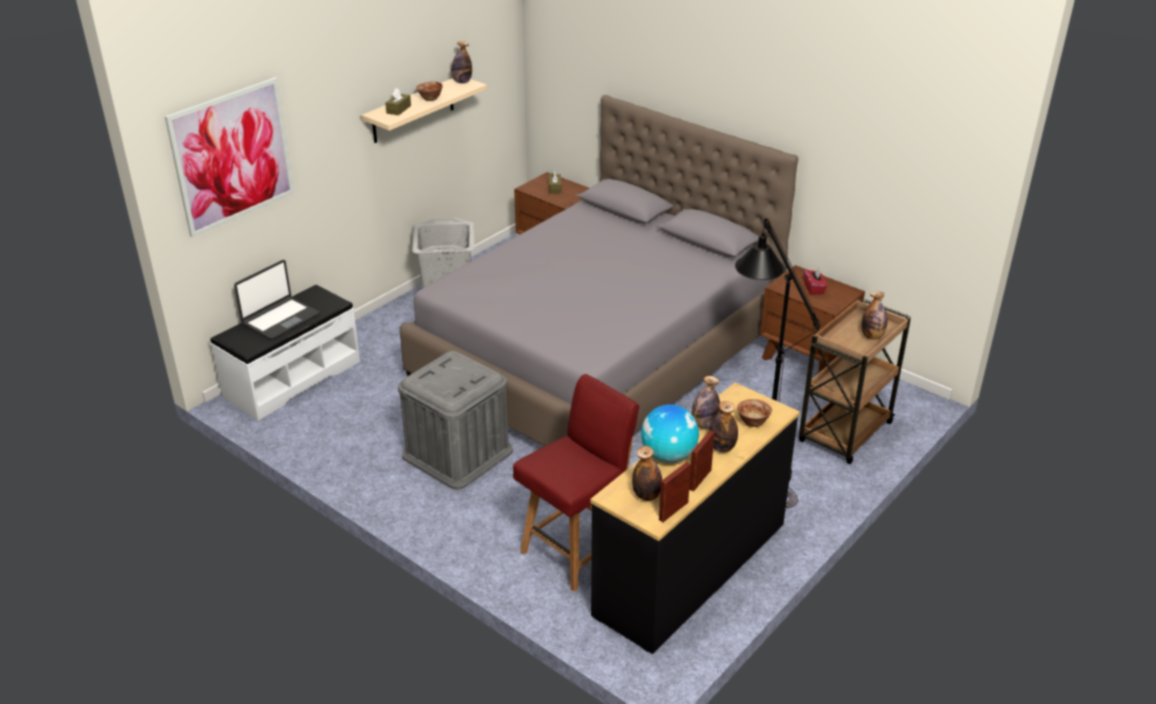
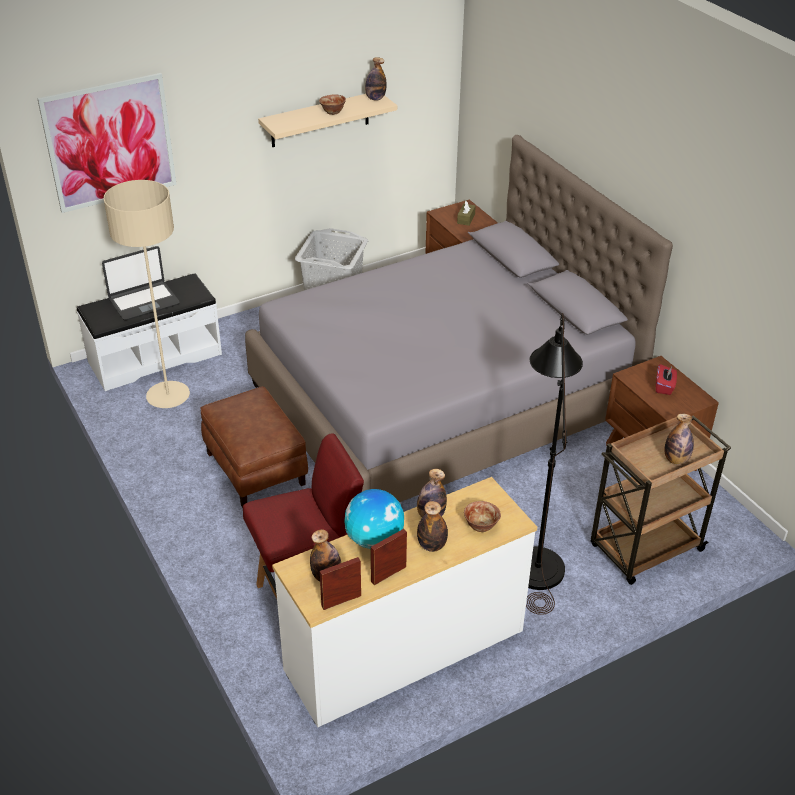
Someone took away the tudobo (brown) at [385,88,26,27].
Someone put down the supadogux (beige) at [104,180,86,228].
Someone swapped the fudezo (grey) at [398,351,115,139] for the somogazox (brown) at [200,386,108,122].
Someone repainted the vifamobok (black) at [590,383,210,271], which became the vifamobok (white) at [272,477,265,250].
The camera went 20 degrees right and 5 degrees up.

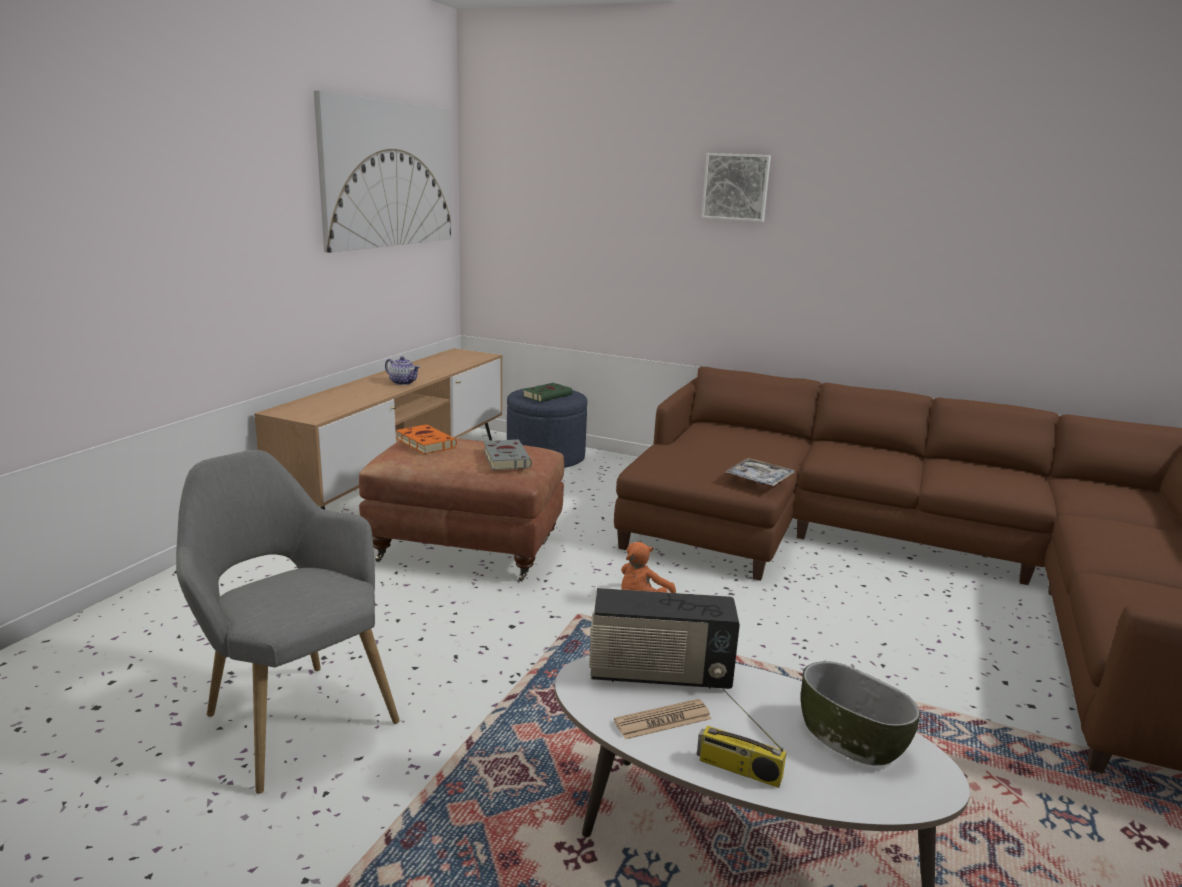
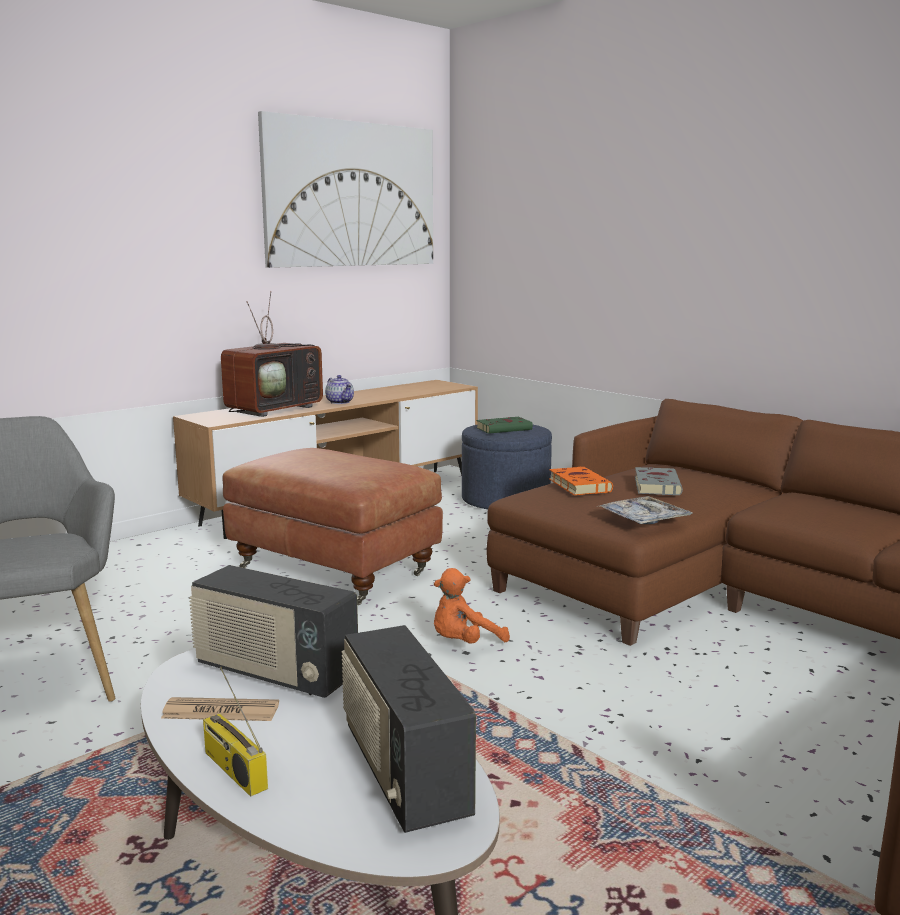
Someone took away the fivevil at [701,153,70,69].
Someone put down the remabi at [221,291,102,126].
Someone carried the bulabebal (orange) from [396,424,61,30] to [549,467,64,28].
Someone carried the bulabebal (grey) from [484,439,48,31] to [635,467,48,29].
Someone swapped the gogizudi at [801,661,119,105] for the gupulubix at [342,625,134,208].
The camera went 25 degrees right and 5 degrees down.

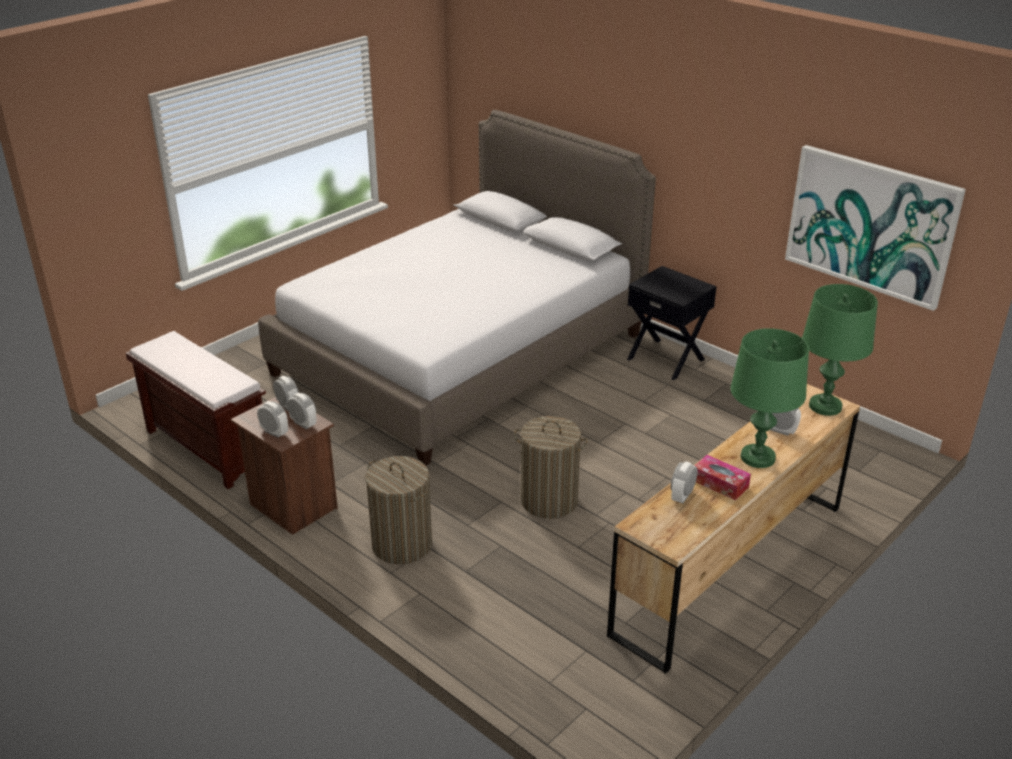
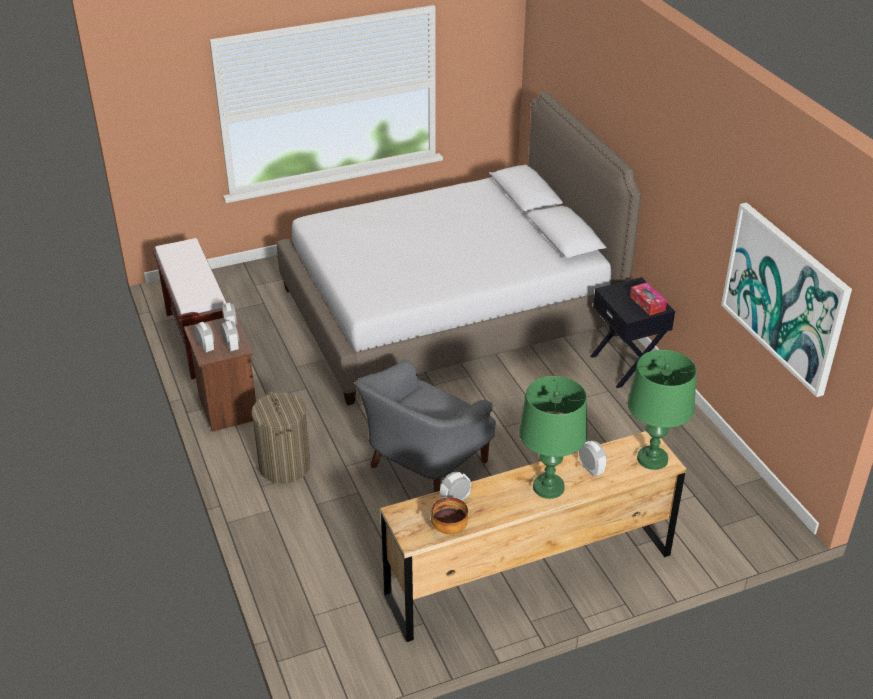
Someone put down the gogizudi at [431,497,37,37].
Someone carried the tudobo from [695,455,56,45] to [630,283,37,32].
Someone swapped the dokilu at [514,416,74,103] for the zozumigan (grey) at [355,359,141,133].
The camera went 25 degrees right and 5 degrees up.

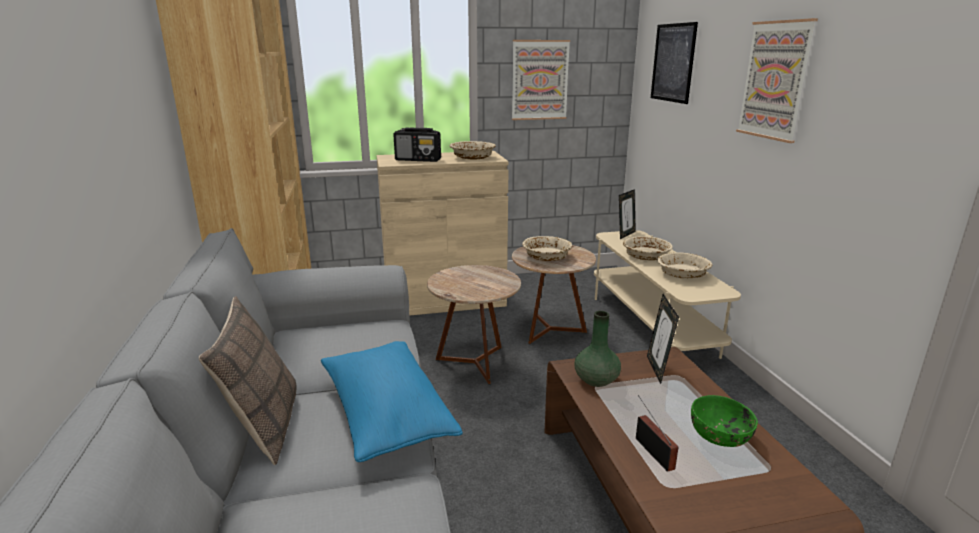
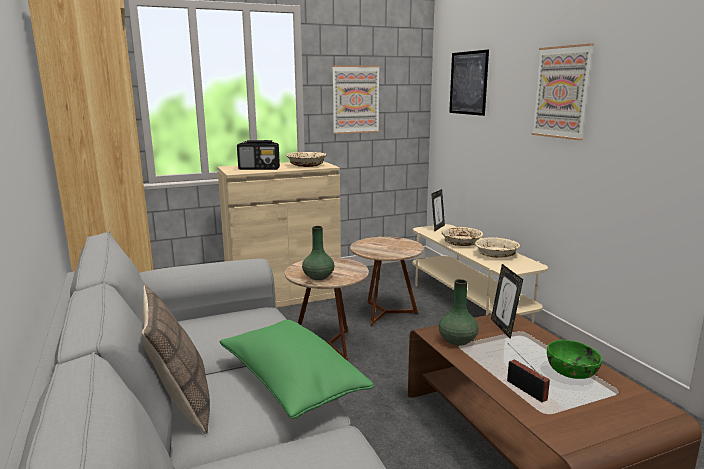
Someone took away the gogizudi (beige) at [522,236,50,25].
Someone put down the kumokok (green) at [302,226,32,54].
Someone repainted the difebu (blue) at [321,341,142,121], which became the difebu (green) at [220,320,154,99].
The camera went 10 degrees left and 5 degrees down.

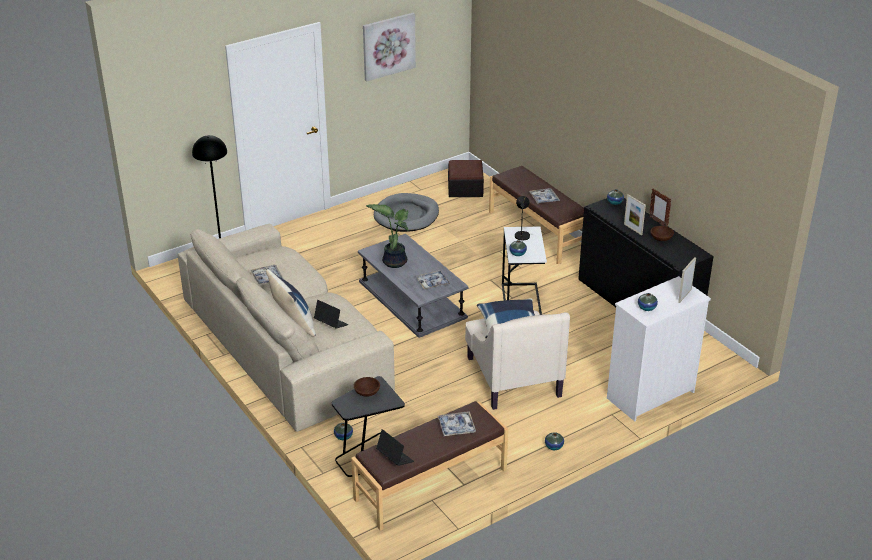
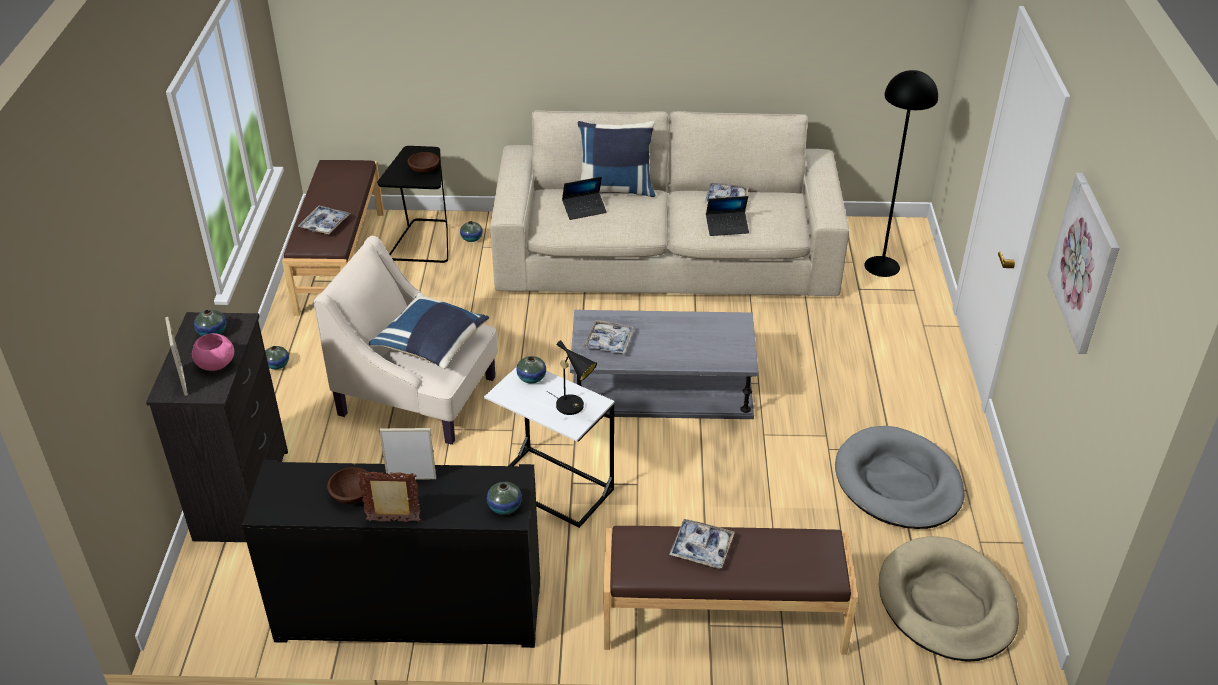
Someone took away the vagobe at [366,204,43,64].
Someone put down the gogizudi (pink) at [192,333,42,38].
Someone carried the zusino from [376,429,38,37] to [706,196,43,40].
Someone swapped the somogazox at [448,160,36,37] for the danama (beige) at [879,536,140,126].
Someone repainted the vifamobok (white) at [607,276,104,146], which became the vifamobok (black) at [146,312,142,230].
The camera went 125 degrees right and 5 degrees up.

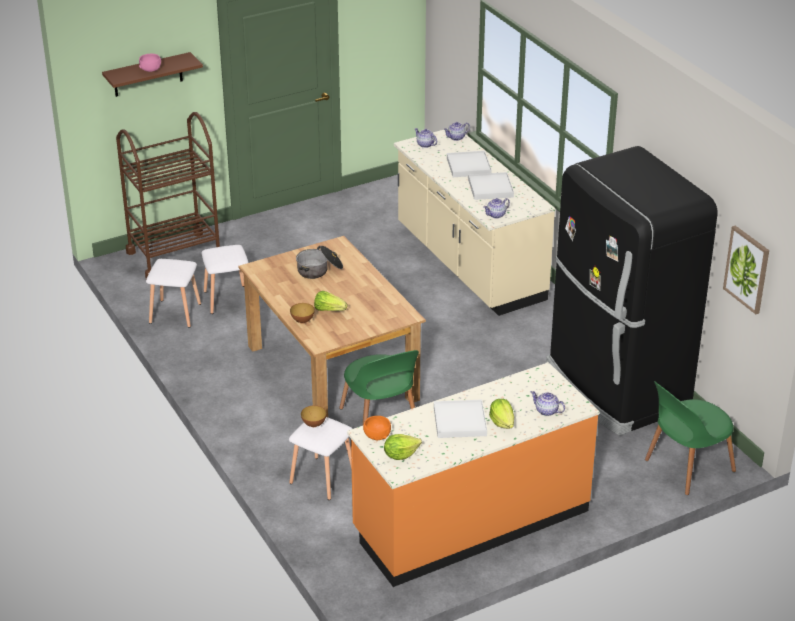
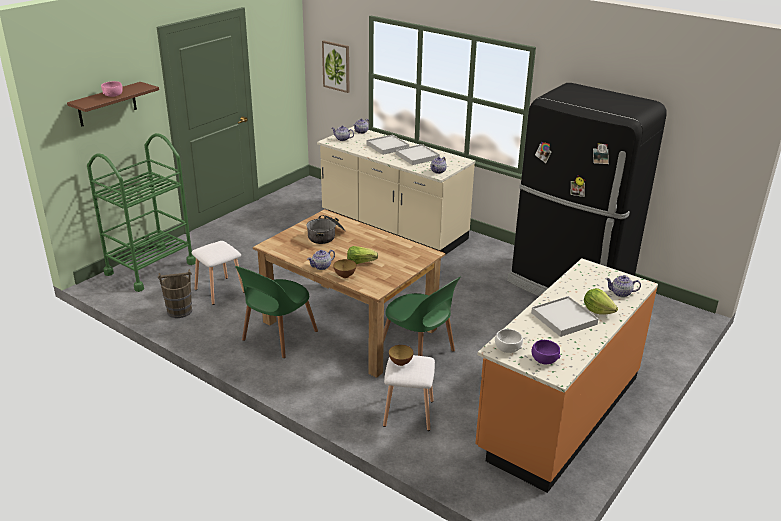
Someone put down the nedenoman at [307,250,28,20].
Someone carried the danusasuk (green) from [645,381,91,114] to [235,266,83,92].
Someone carried the fivevil from [723,226,46,88] to [322,41,27,52].
Someone swapped the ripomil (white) at [146,259,55,69] for the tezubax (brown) at [158,269,34,49].
Someone swapped the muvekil at [384,434,38,26] for the gogizudi (purple) at [531,340,30,24].
Someone repainted the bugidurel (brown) at [116,112,104,167], which became the bugidurel (green) at [87,133,109,159].
Someone repainted the gogizudi (orange) at [363,416,28,24], which became the gogizudi (white) at [495,329,28,24].
The camera went 25 degrees left and 5 degrees down.

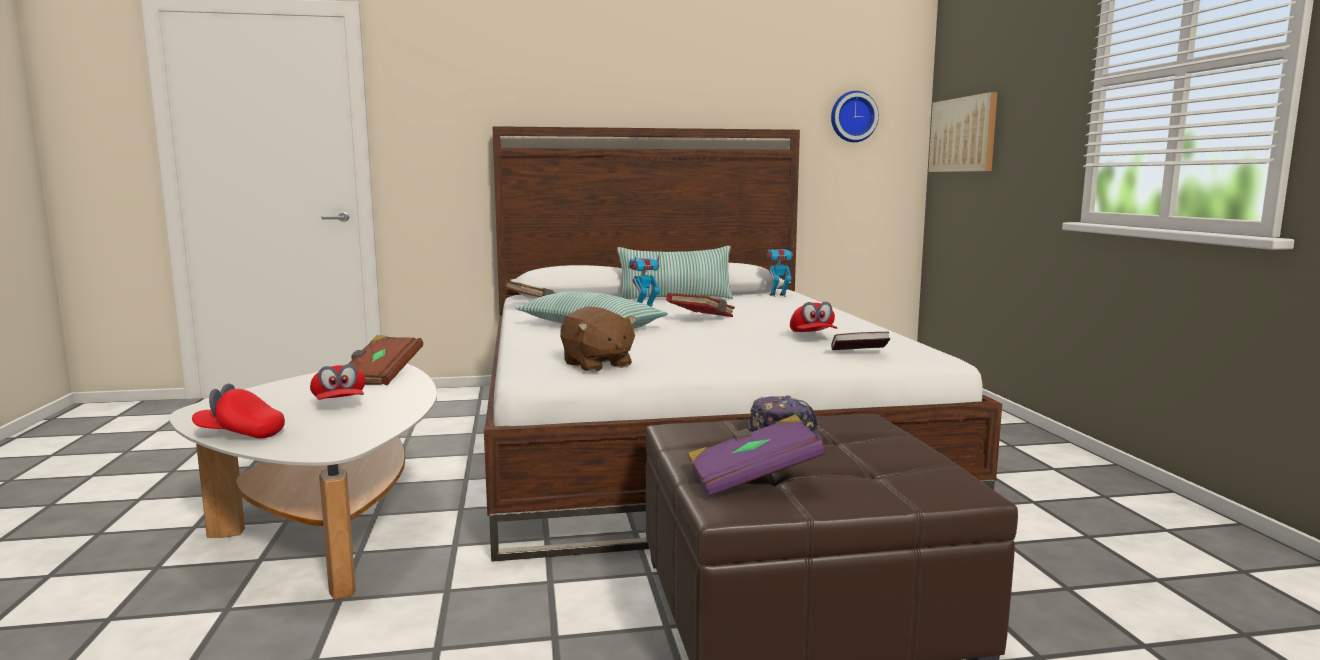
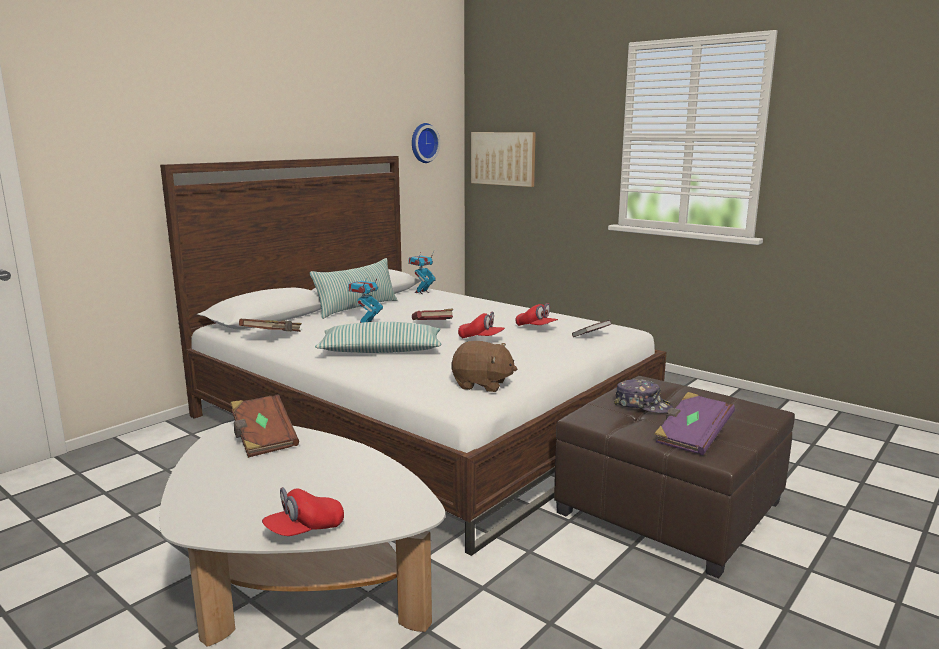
Someone carried the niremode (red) from [310,364,55,36] to [458,311,47,27].
The camera went 40 degrees left and 5 degrees up.

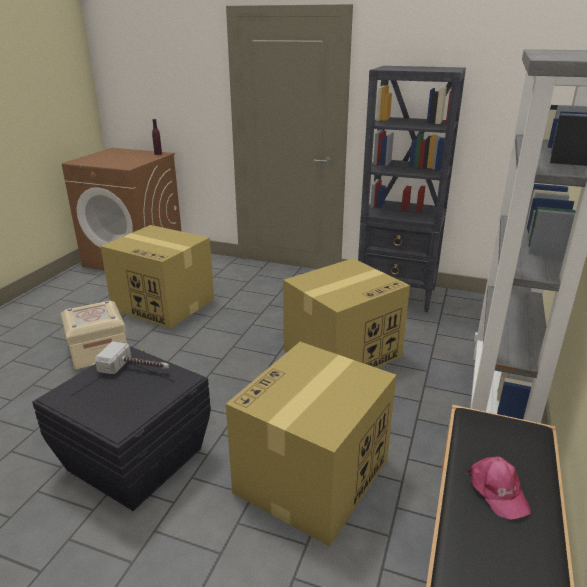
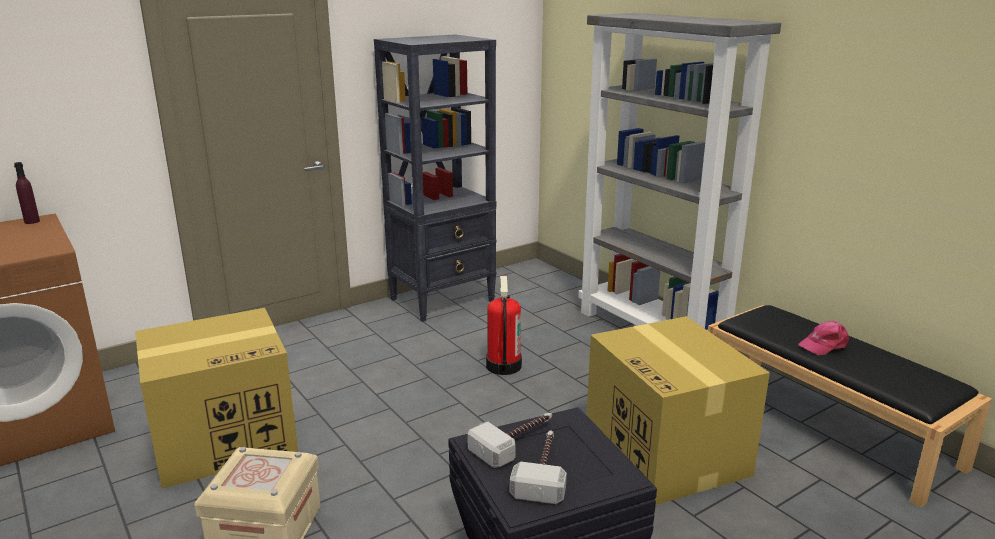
Someone put down the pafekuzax at [510,430,57,74].
Someone swapped the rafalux at [283,258,127,110] for the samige at [486,276,36,99].
Someone rotated the niremode (pink) at [466,456,65,64] by 135 degrees clockwise.
The camera went 55 degrees left and 5 degrees down.

